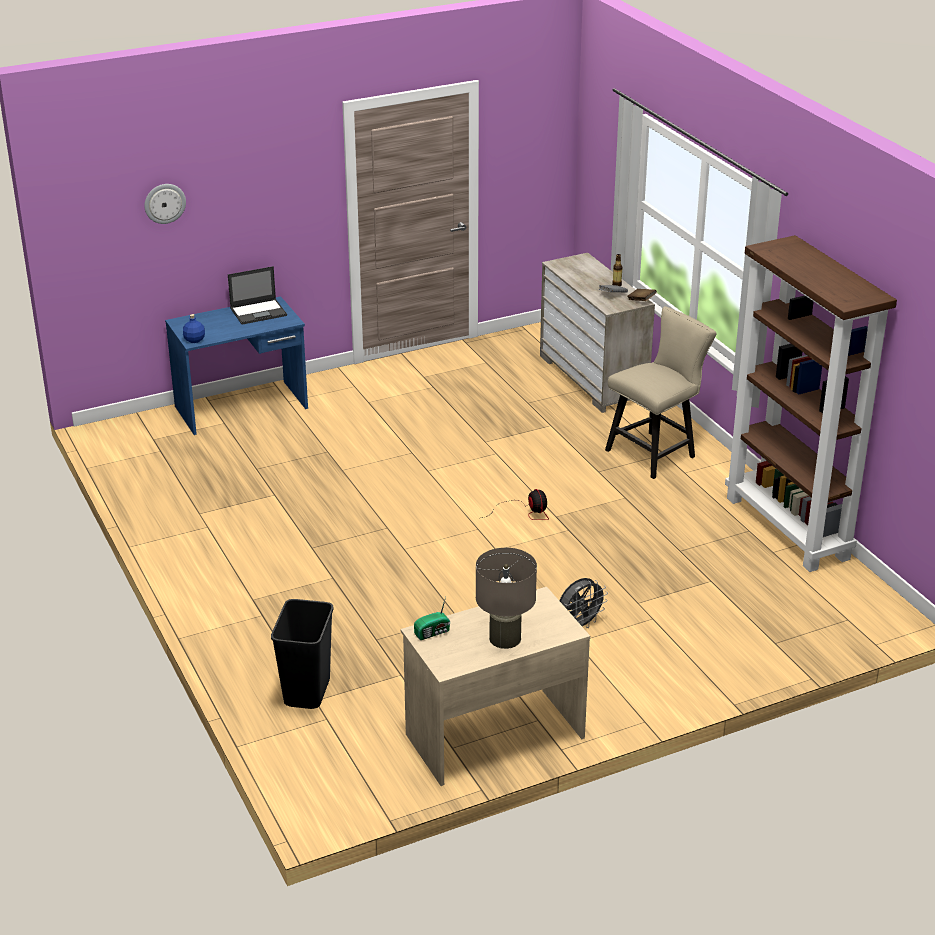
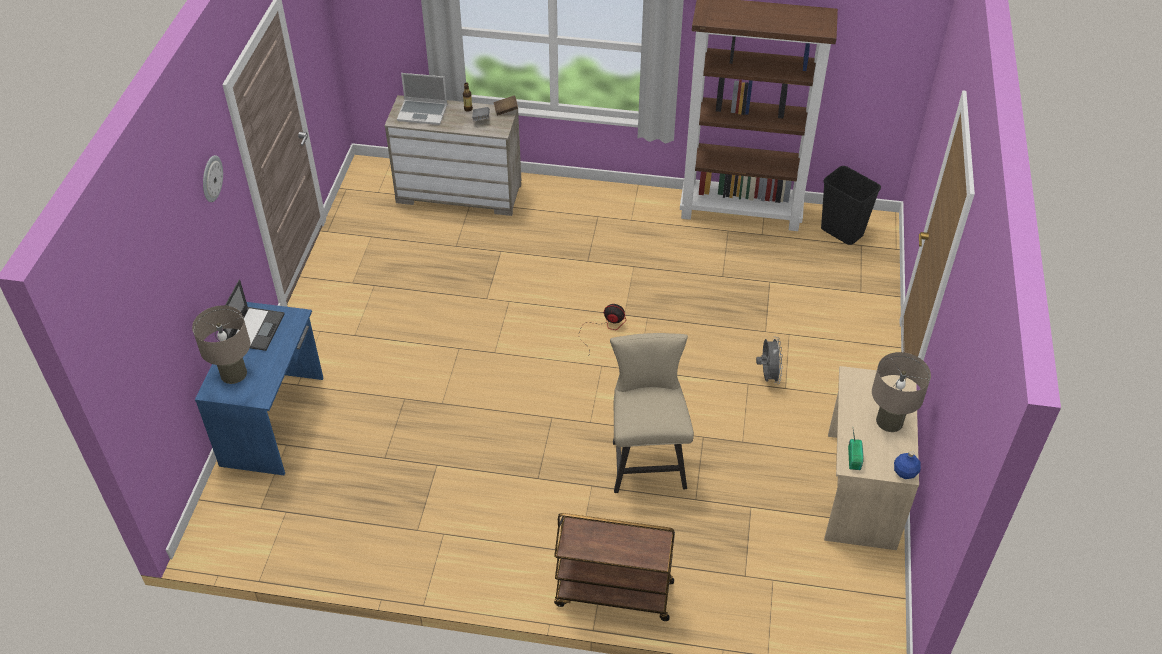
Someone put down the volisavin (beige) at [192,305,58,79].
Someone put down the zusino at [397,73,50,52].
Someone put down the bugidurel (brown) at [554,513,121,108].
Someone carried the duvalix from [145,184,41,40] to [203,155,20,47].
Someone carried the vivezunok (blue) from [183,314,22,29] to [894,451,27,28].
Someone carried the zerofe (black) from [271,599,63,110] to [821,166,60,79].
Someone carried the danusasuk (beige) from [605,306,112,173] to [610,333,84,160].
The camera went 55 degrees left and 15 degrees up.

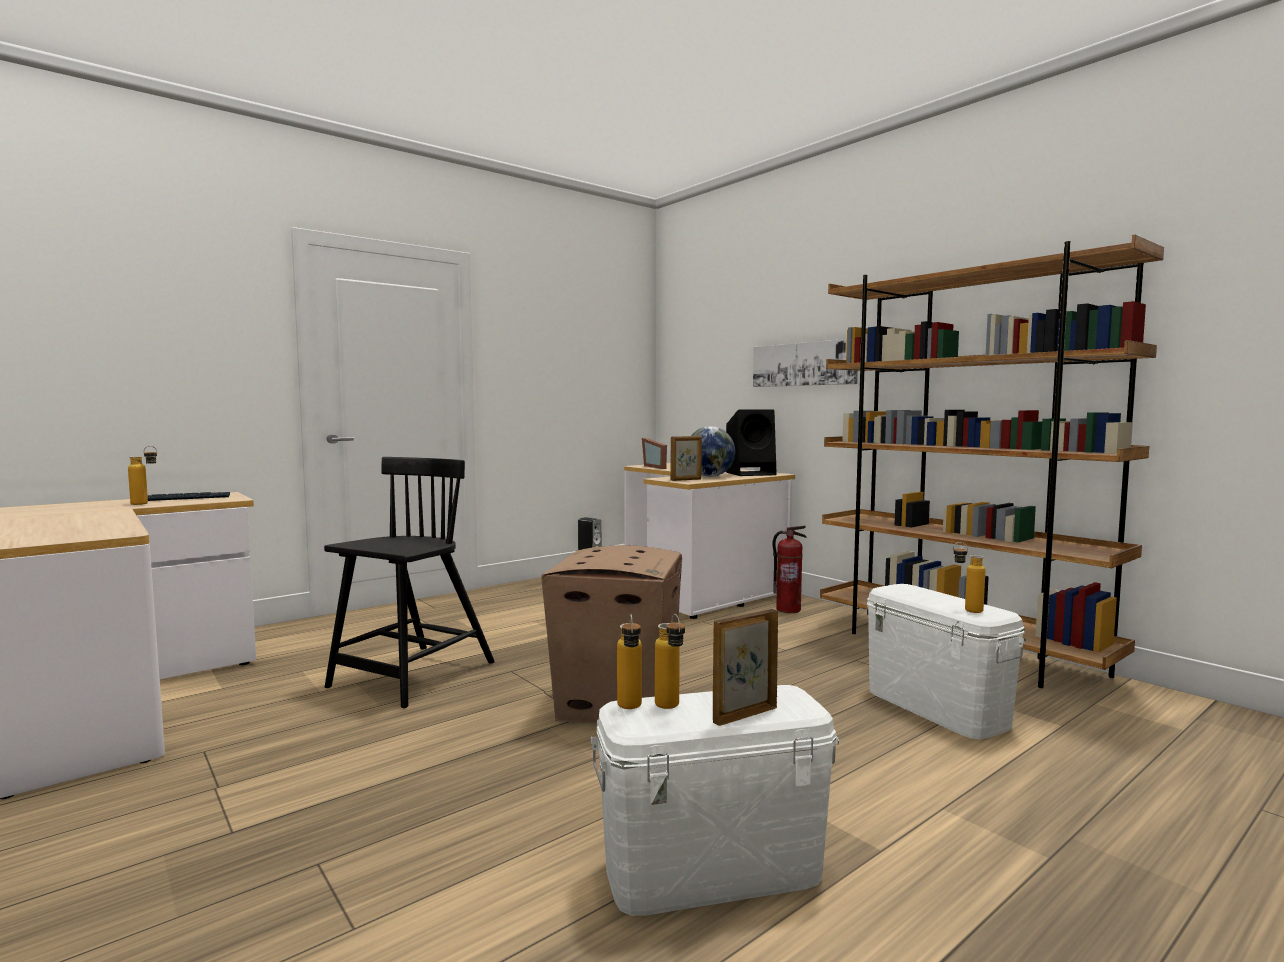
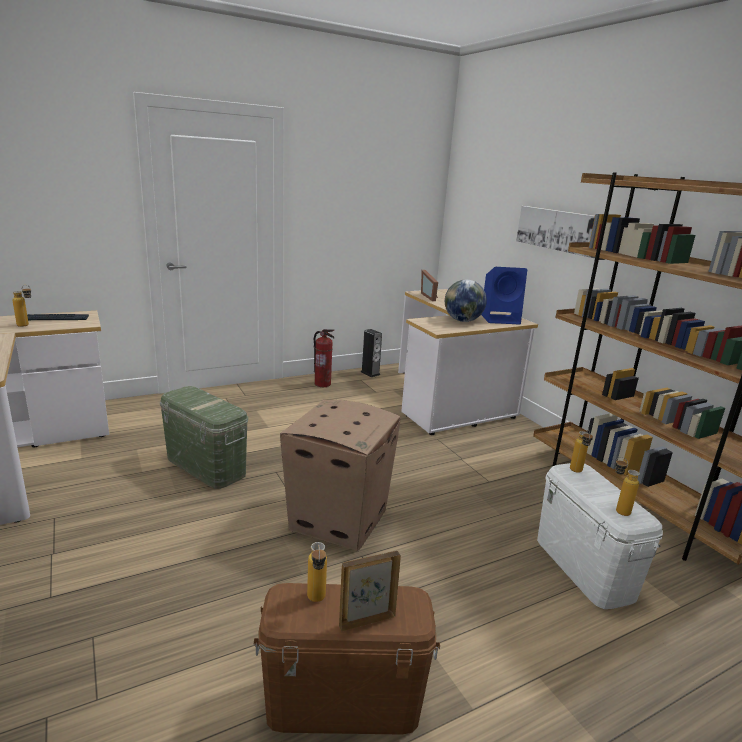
Someone took away the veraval at [670,436,32,45].
Someone carried the vivezunok from [617,614,25,95] to [570,430,23,43].
Someone carried the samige from [772,525,35,88] to [314,329,20,58].
Someone swapped the danusasuk (black) at [324,457,171,251] for the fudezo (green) at [160,386,88,103].
Someone repainted the fudezo (white) at [591,685,248,231], which became the fudezo (brown) at [254,583,186,152].
Someone repainted the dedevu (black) at [726,409,51,67], which became the dedevu (blue) at [481,267,46,58].
The camera went 10 degrees right and 15 degrees up.

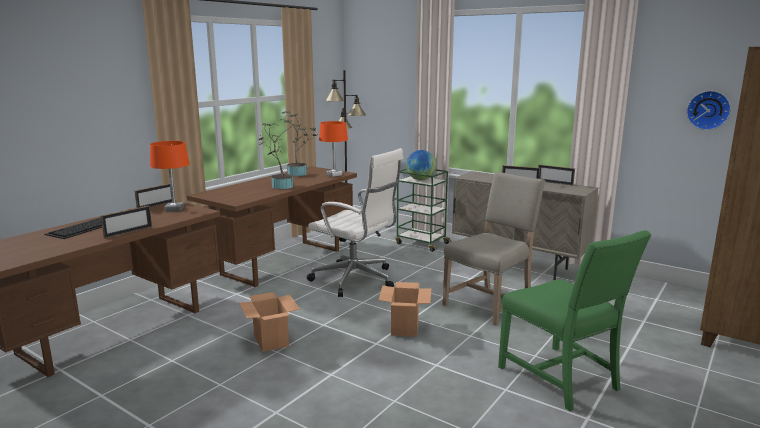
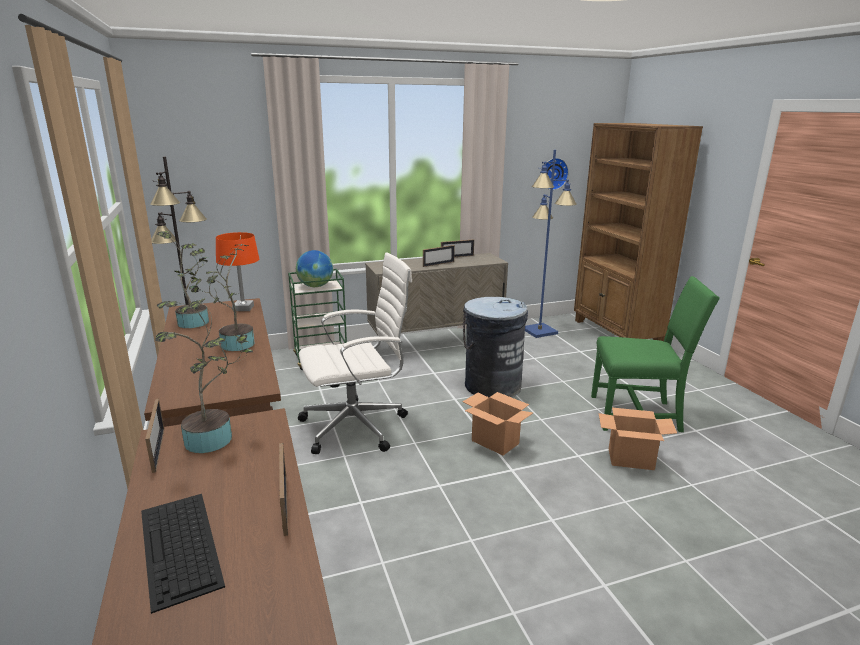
Someone put down the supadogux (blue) at [525,150,52,188].
Someone carried the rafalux from [239,292,61,60] to [599,408,78,62].
Someone swapped the volisavin (orange) at [150,141,40,71] for the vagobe at [155,298,98,155].
Someone swapped the danusasuk (beige) at [443,171,102,155] for the zerofe (grey) at [463,297,65,100].
The camera went 55 degrees left and 5 degrees up.

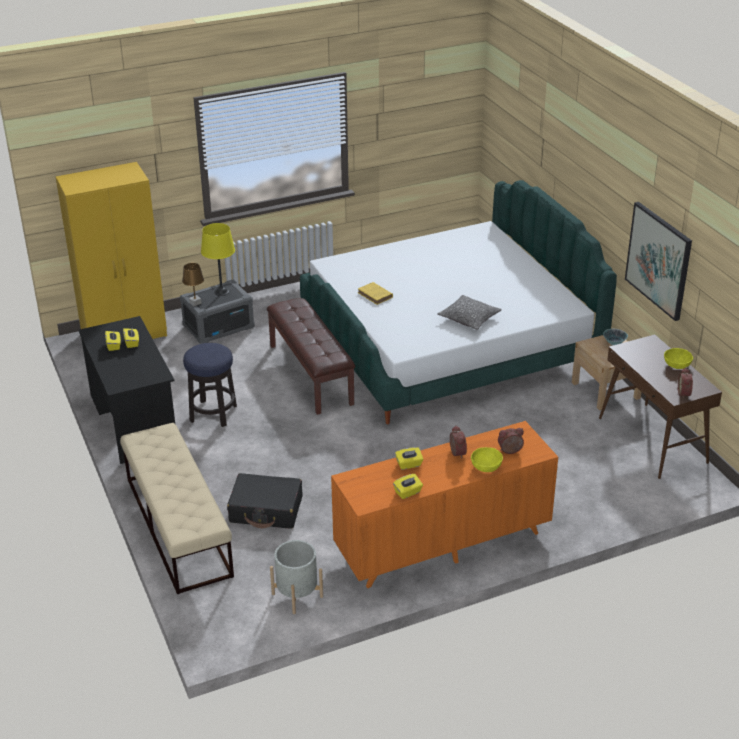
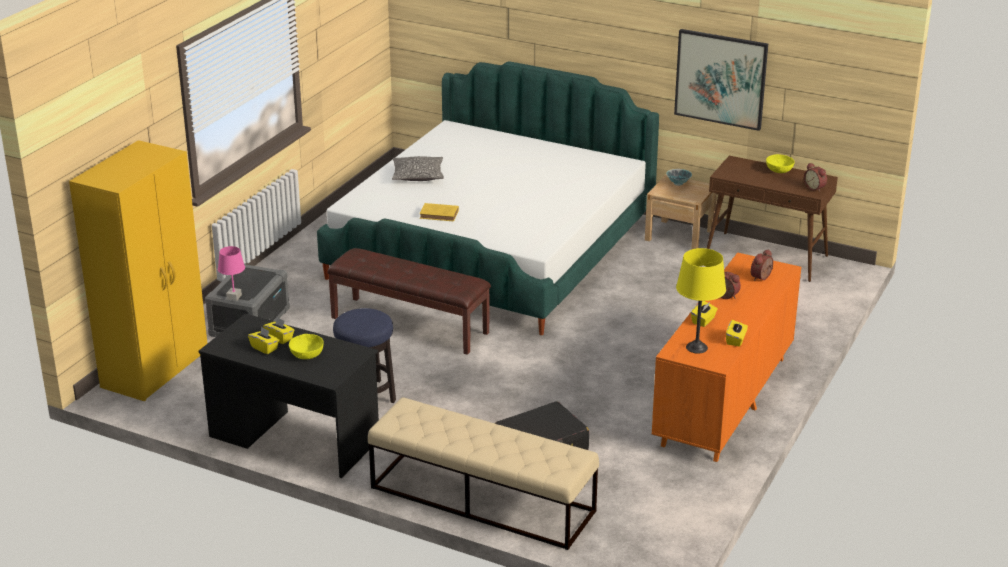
Someone took away the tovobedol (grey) at [270,540,53,74].
Someone carried the volisavin (yellow) from [201,223,34,73] to [676,248,50,106].
Someone carried the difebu from [437,295,65,35] to [392,156,52,25].
Someone carried the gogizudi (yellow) from [471,447,32,25] to [289,334,35,25].
Someone repainted the volisavin (brown) at [182,263,22,43], which became the volisavin (pink) at [218,246,27,55].
The camera went 40 degrees left and 5 degrees down.

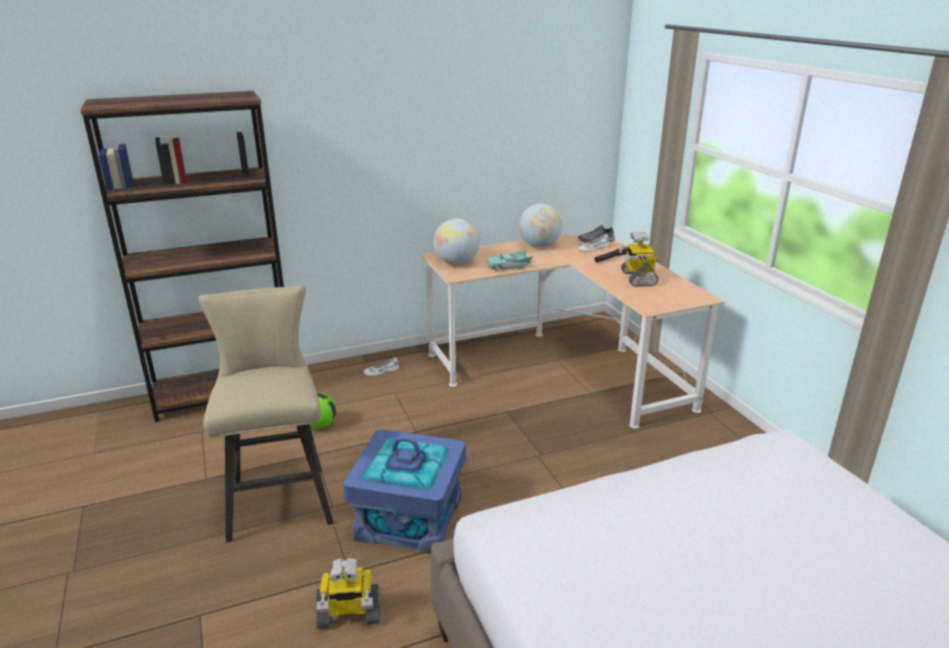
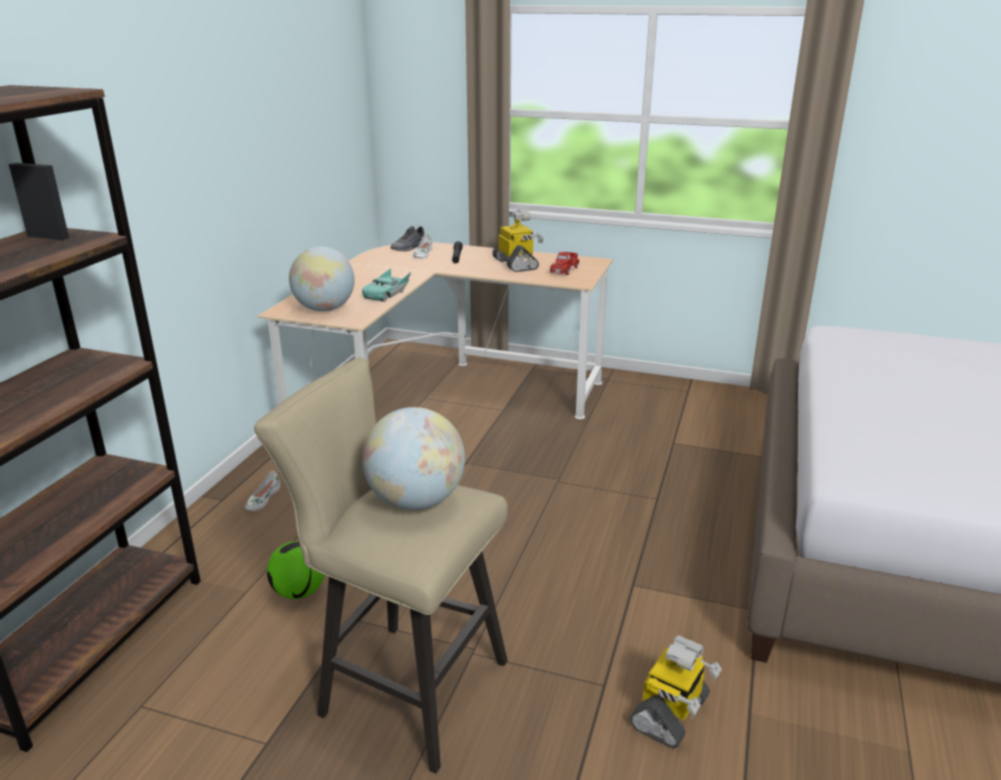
Someone took away the fudezo (blue) at [343,429,123,125].
Someone put down the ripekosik at [550,252,30,23].
Someone carried the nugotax from [519,203,43,44] to [362,407,103,103].
Someone rotated the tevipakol at [619,232,39,55] by 150 degrees counterclockwise.
The camera went 50 degrees left and 0 degrees up.

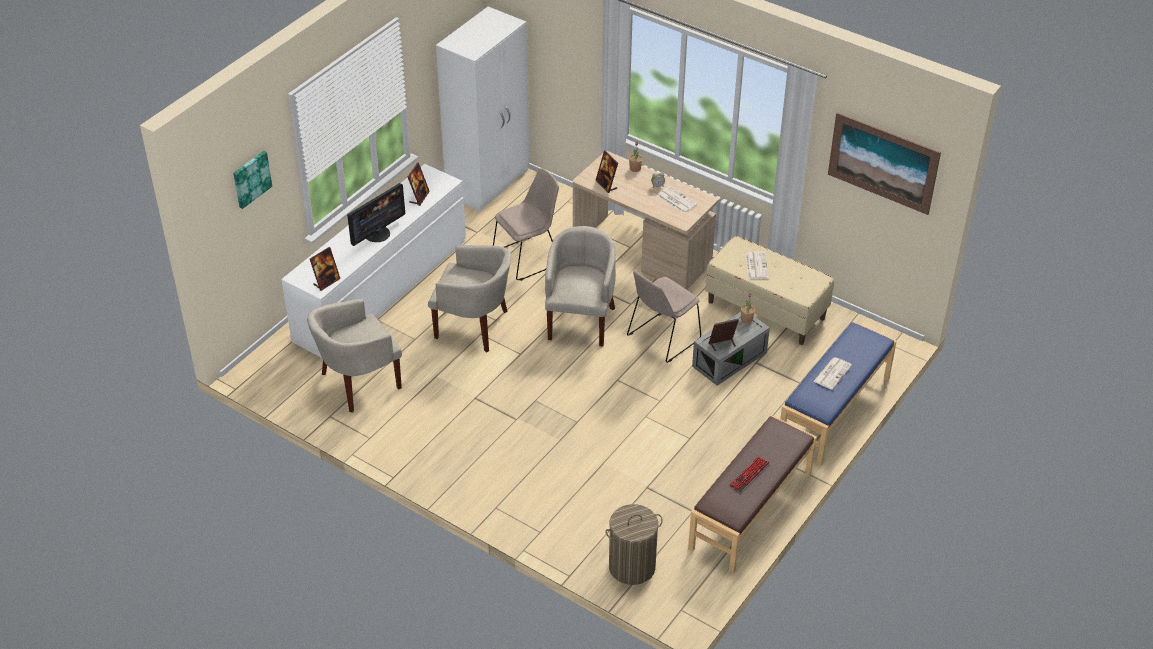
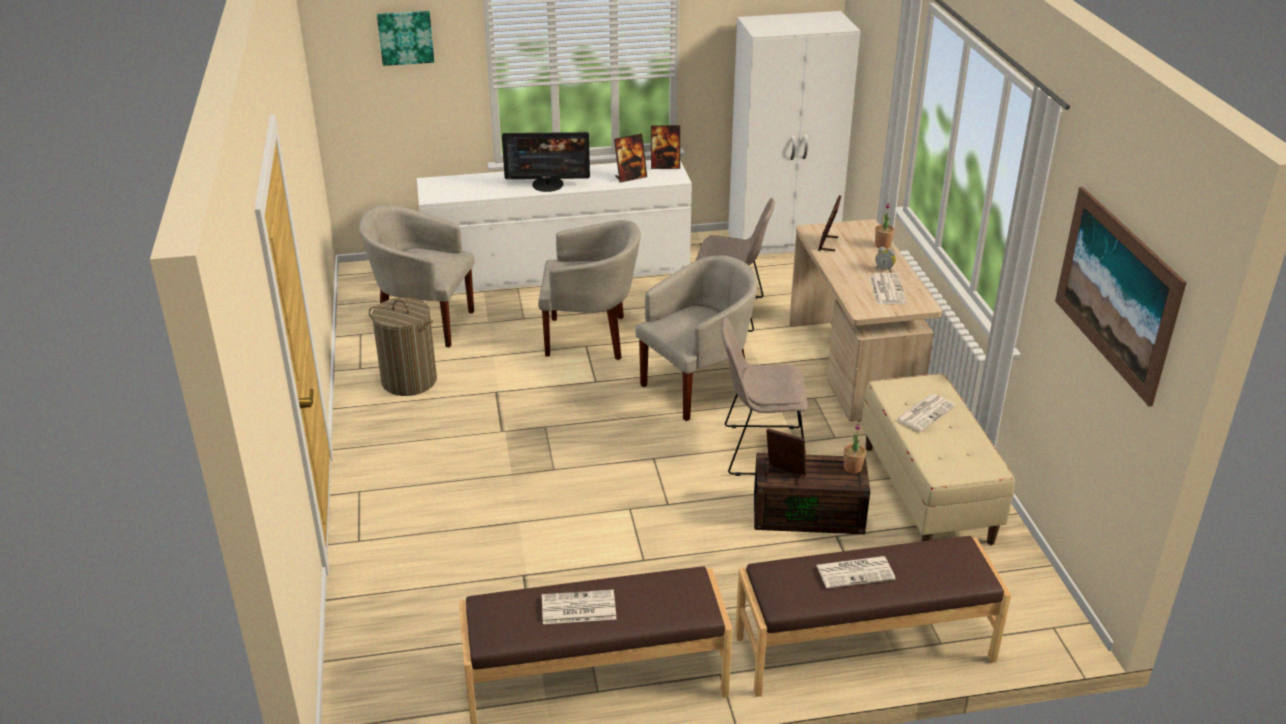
Someone carried the veraval from [310,247,30,44] to [651,125,29,44].
Someone carried the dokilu from [605,504,58,81] to [369,297,68,99].
Someone swapped the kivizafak at [729,457,41,35] for the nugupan at [542,590,74,34].
Someone repainted the fudezo (grey) at [692,312,78,73], which became the fudezo (brown) at [754,453,116,81].
Someone repainted the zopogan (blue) at [780,322,117,144], which became the zopogan (brown) at [735,536,276,161].
Someone rotated the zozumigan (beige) at [428,245,83,108] by 60 degrees counterclockwise.
The camera went 45 degrees right and 10 degrees down.

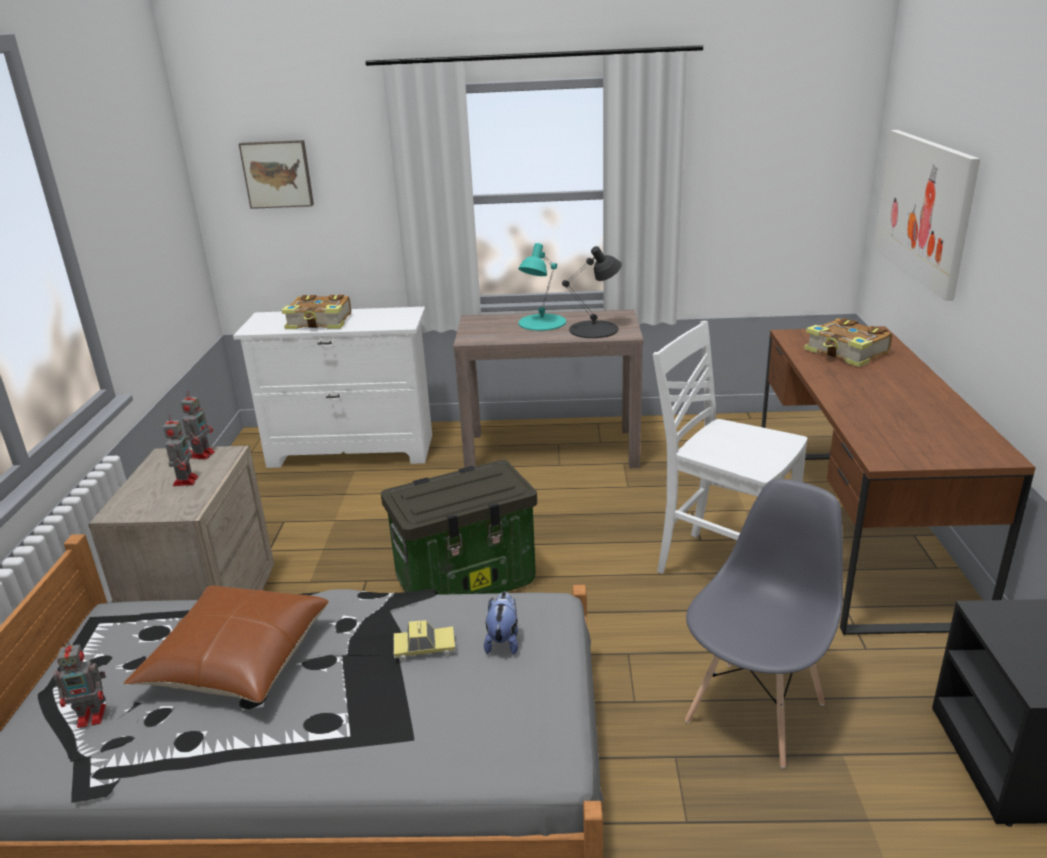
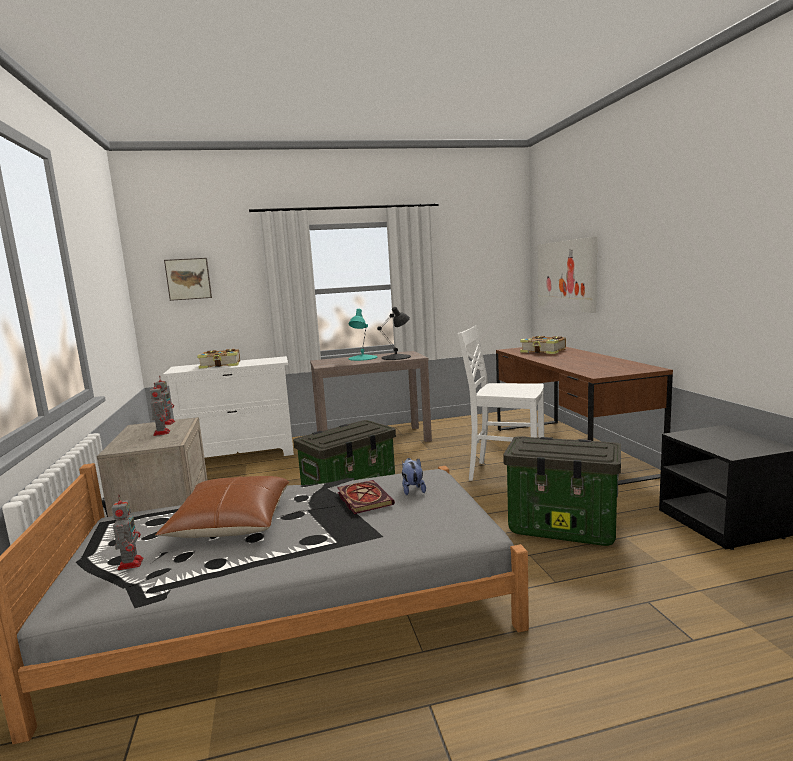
Someone swapped the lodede at [394,620,61,41] for the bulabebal at [337,480,58,34].
Someone swapped the danusasuk (grey) at [685,479,158,290] for the fudezo at [503,436,118,110].
Someone rotated the tevipakol at [53,641,53,87] by 75 degrees counterclockwise.
The camera went 15 degrees left and 15 degrees down.

